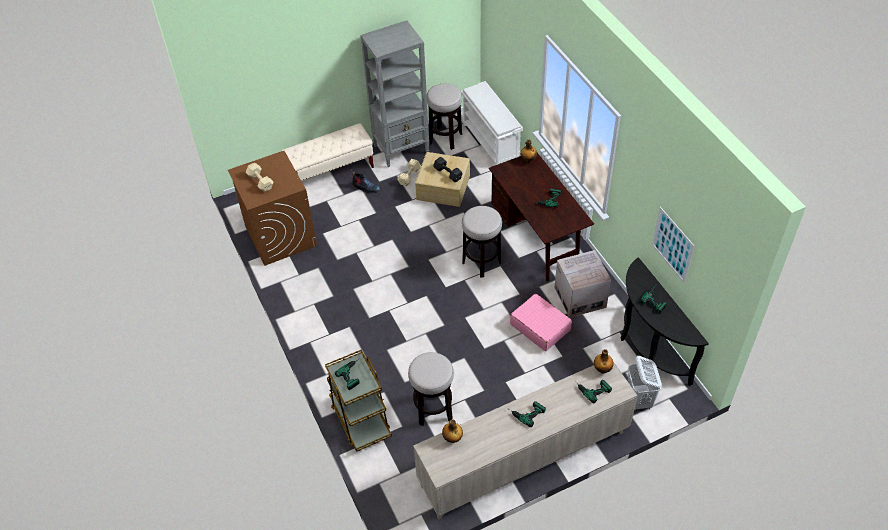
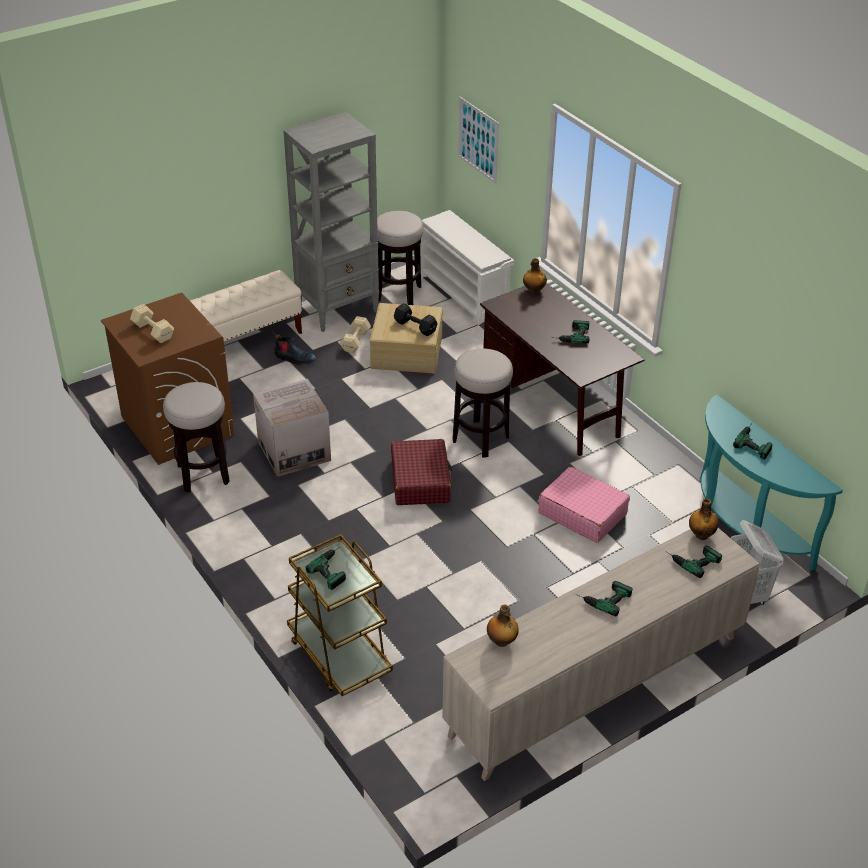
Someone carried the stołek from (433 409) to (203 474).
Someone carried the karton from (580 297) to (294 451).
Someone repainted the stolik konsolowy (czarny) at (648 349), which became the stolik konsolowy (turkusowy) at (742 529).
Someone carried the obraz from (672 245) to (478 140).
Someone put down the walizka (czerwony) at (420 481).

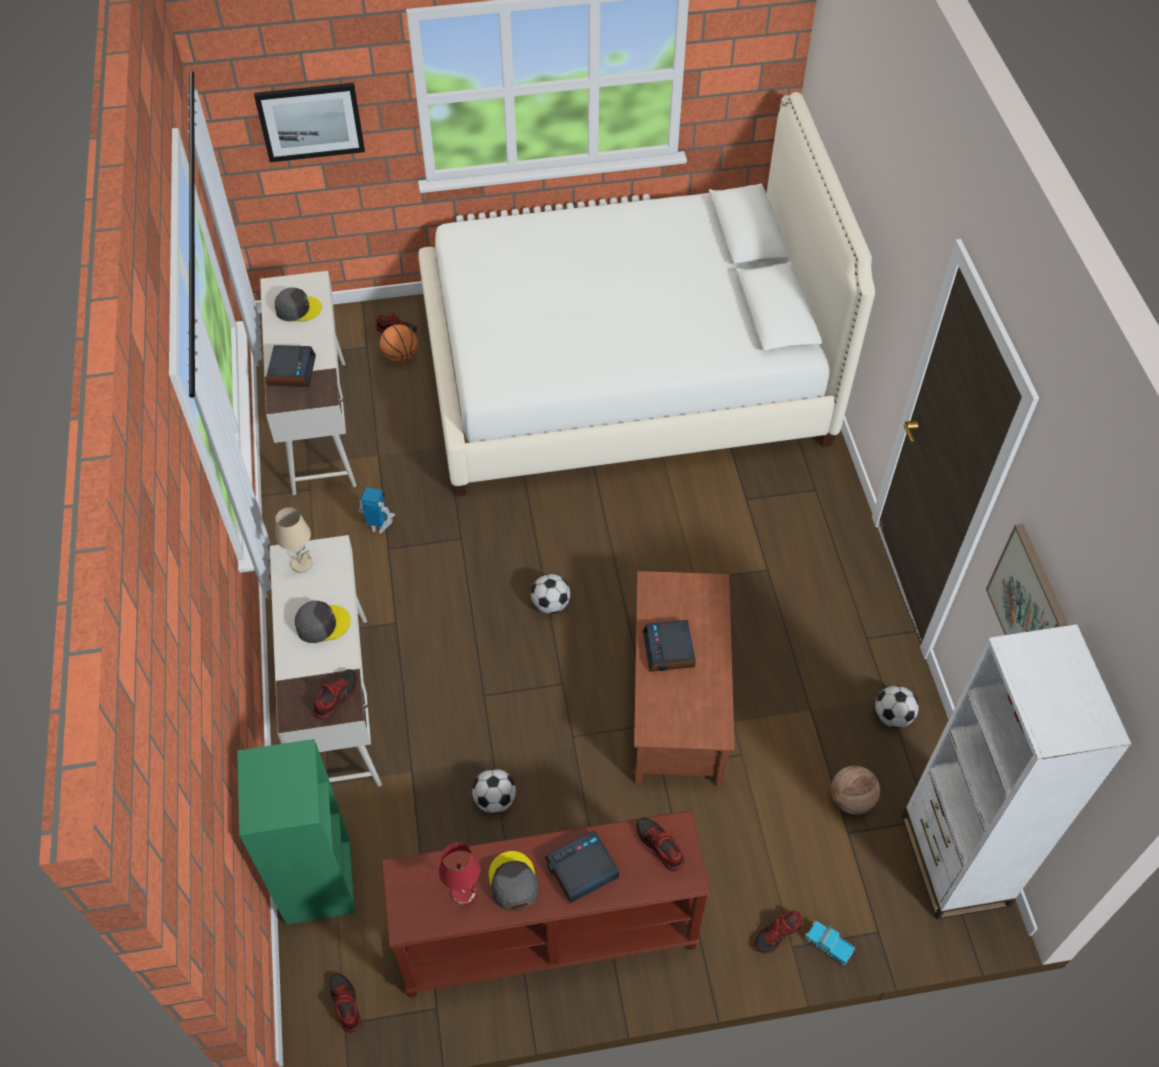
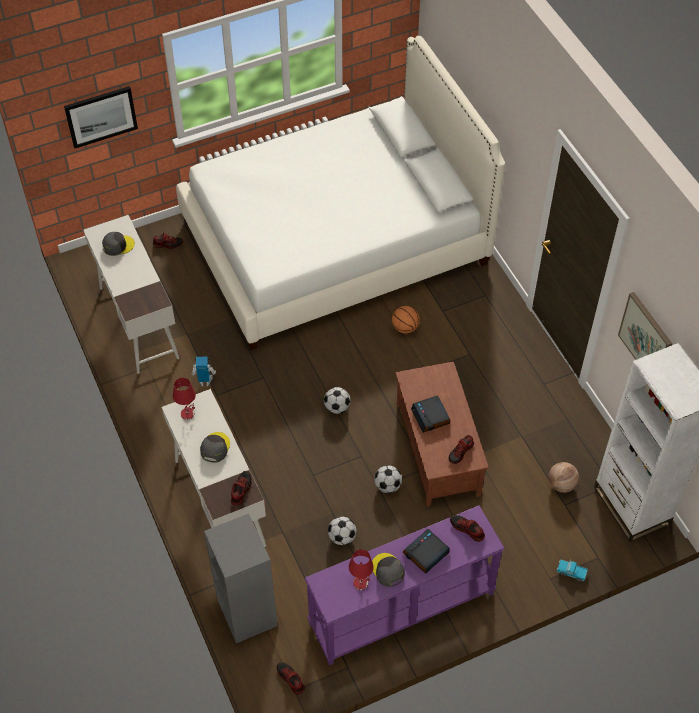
Someone repainted the regał (zielony) at (317 879), which became the regał (szary) at (246 612).
Someone took away the budzik at (291 370).
Someone repainted the lampa stołowa (beżowy) at (302 564), which became the lampa stołowa (czerwony) at (188 413).
Someone rotated the czapka z daszkiem (szary) at (322 624) by 45 degrees counterclockwise.
Someone carried the piłka do koszykówki from (400 356) to (405 328).
Someone repainted the stolik konsolowy (brązowy) at (547 937), which became the stolik konsolowy (fioletowy) at (401 610).
Someone carried the but from (778 934) to (461 452).
Someone carried the piłka futbolowa from (892 716) to (387 486).

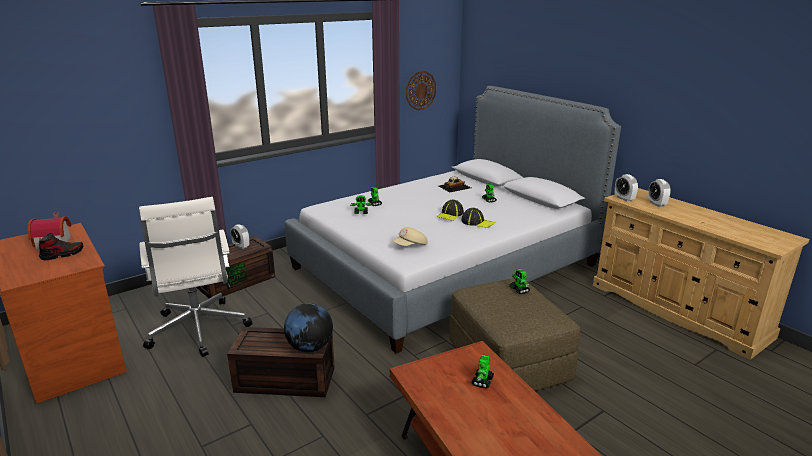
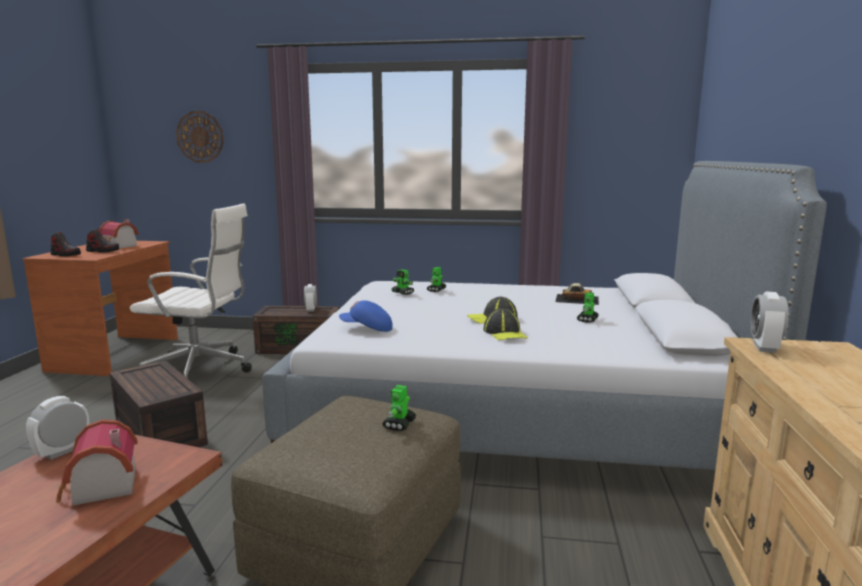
Someone rotated the krzesło biurowe (biały) at (198 331) by 105 degrees counterclockwise.
Someone took away the globus at (310 347).
Someone repainted the czapka z daszkiem (beżowy) at (410 246), which became the czapka z daszkiem (niebieski) at (367 329).
Someone carried the zegar ścienny from (420 90) to (200 137).
Someone swapped the robot zabawkowy at (482 381) for the domek at (100 488).
Someone carried the budzik from (656 204) to (63 451).
Someone put down the but at (65 255).

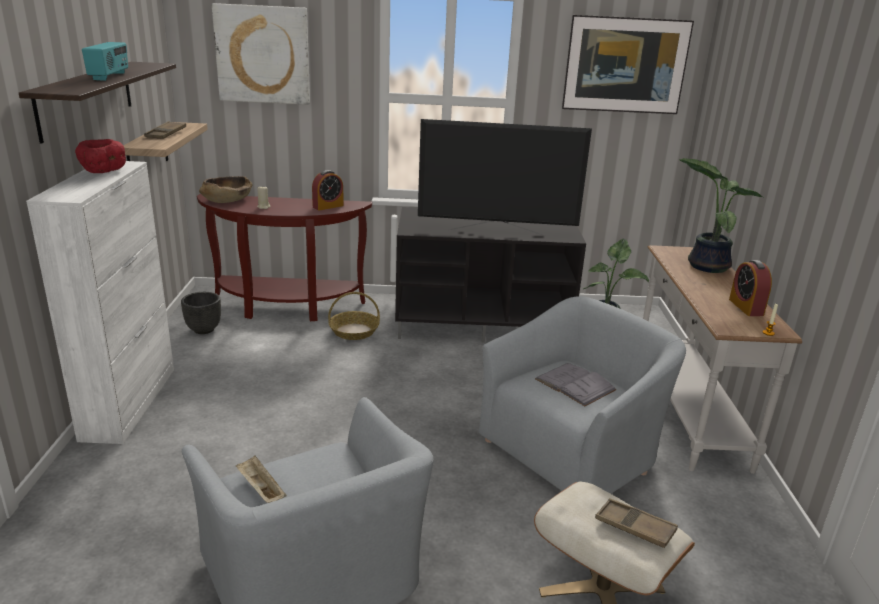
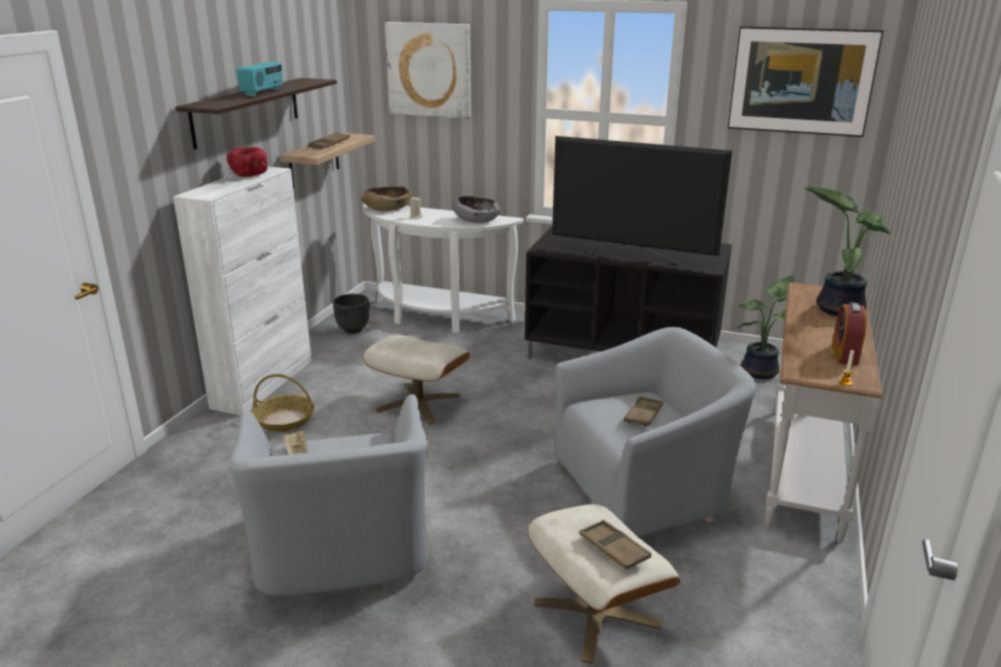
Someone repainted the stolik konsolowy (brązowy) at (286 307), which became the stolik konsolowy (biały) at (436 317).
Someone swapped the budzik at (328 206) for the miska (szary) at (476 220).
Someone carried the koszyk from (354 331) to (285 420).
Someone swapped the książka (szary) at (575 384) for the taca (brązowy) at (643 415).
Someone put down the pufa (beżowy) at (418 403).

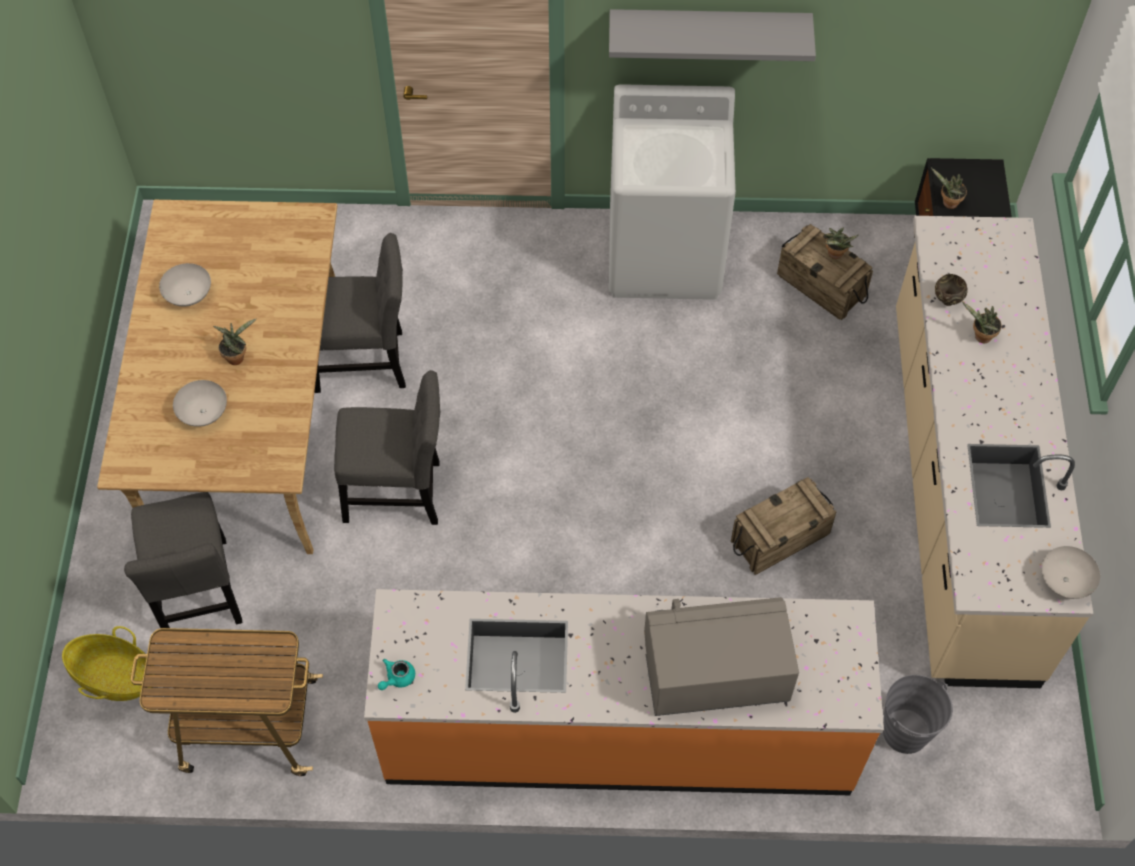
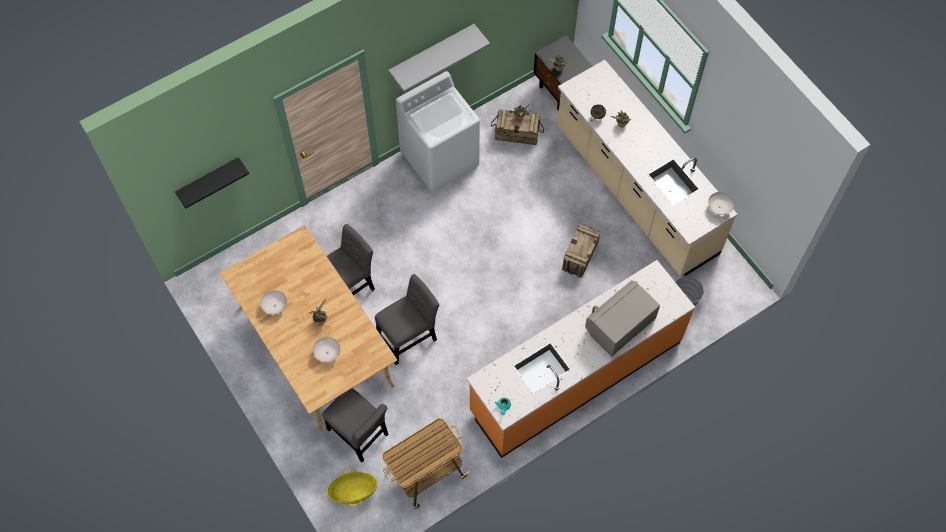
Someone put up the półka (czarny) at (209 180).

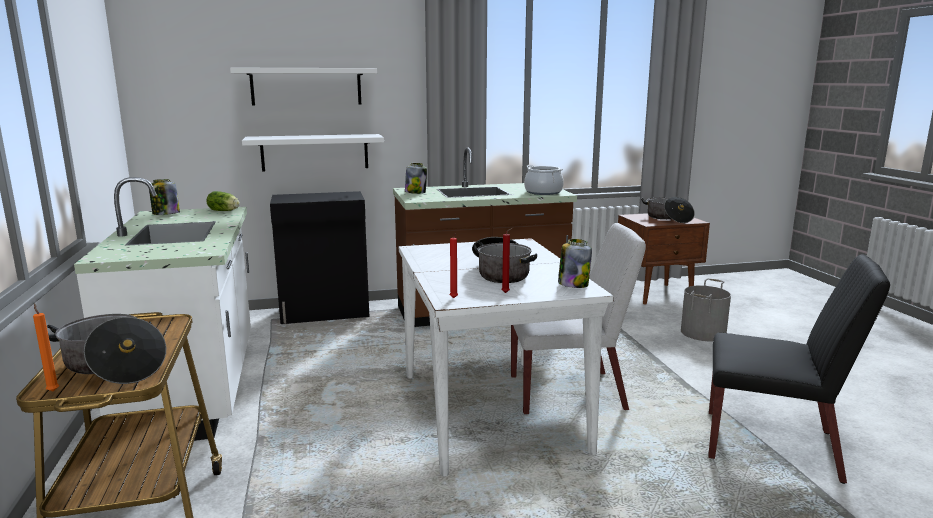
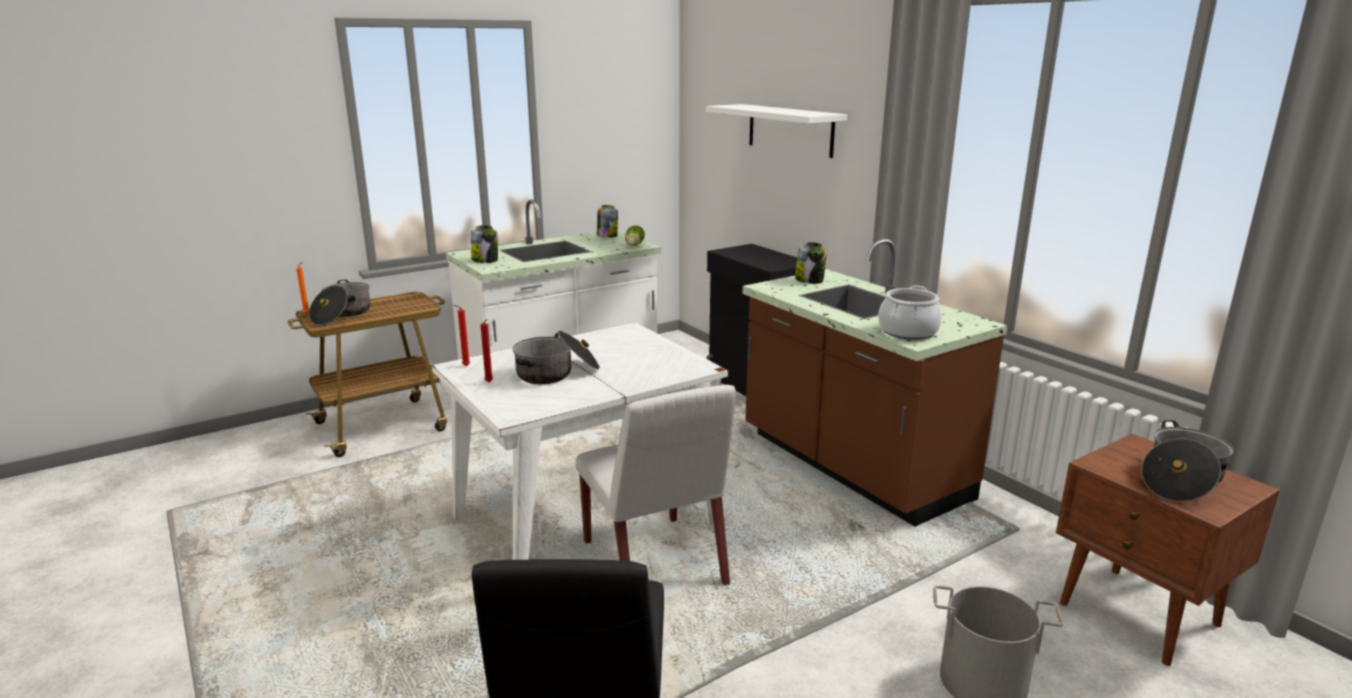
Someone took away the półka (biały) at (315 152).
Someone carried the słoik from (573 284) to (485 260).

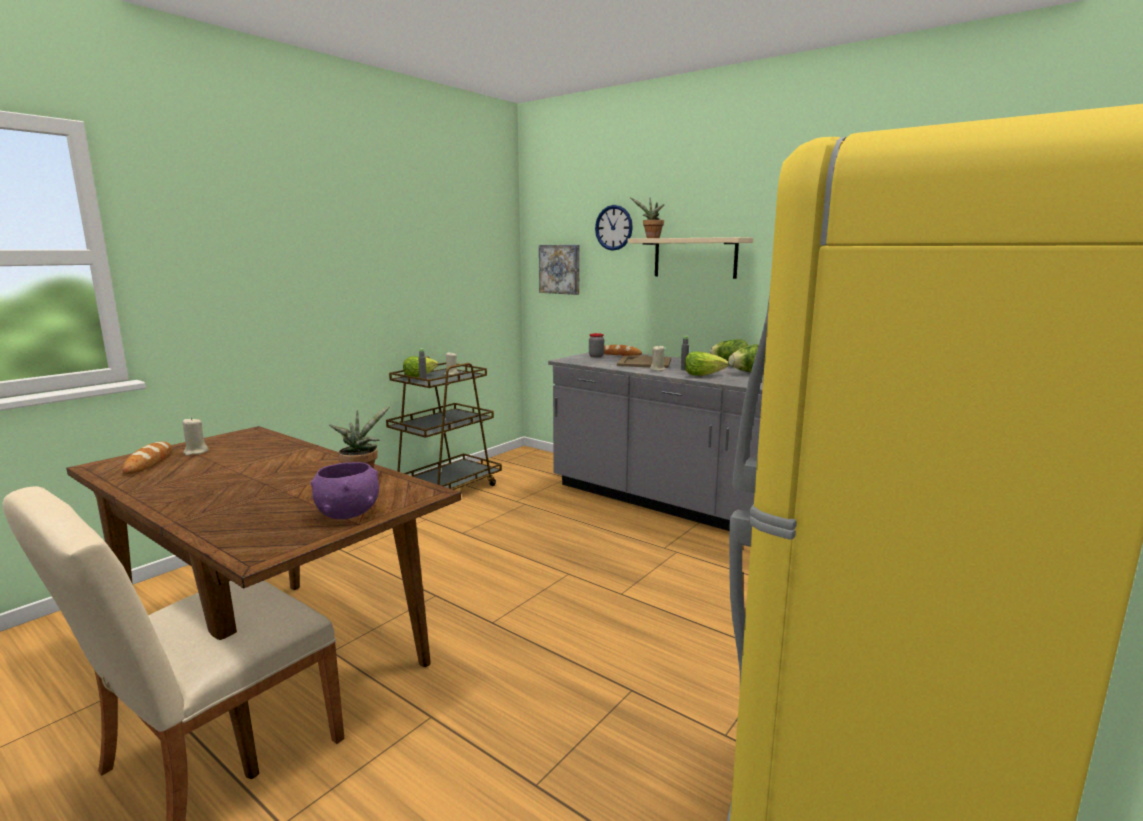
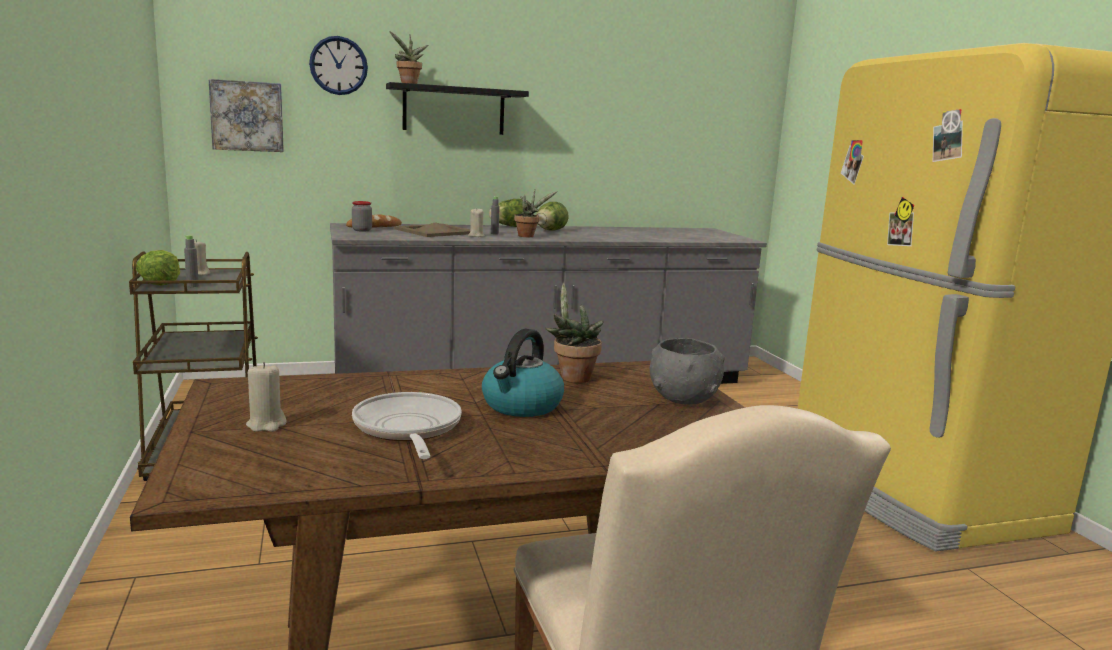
Someone took away the chleb at (149 462).
Someone repainted the miska (fioletowy) at (348 513), which became the miska (szary) at (684 398).
Someone repainted the półka (beżowy) at (695 258), which became the półka (czarny) at (454 110).
Someone swapped the sałata at (703 375) for the roślina doniczkowa at (528 236).
Someone put down the patelnia at (407 430).
Someone put down the czajnik at (521 406).

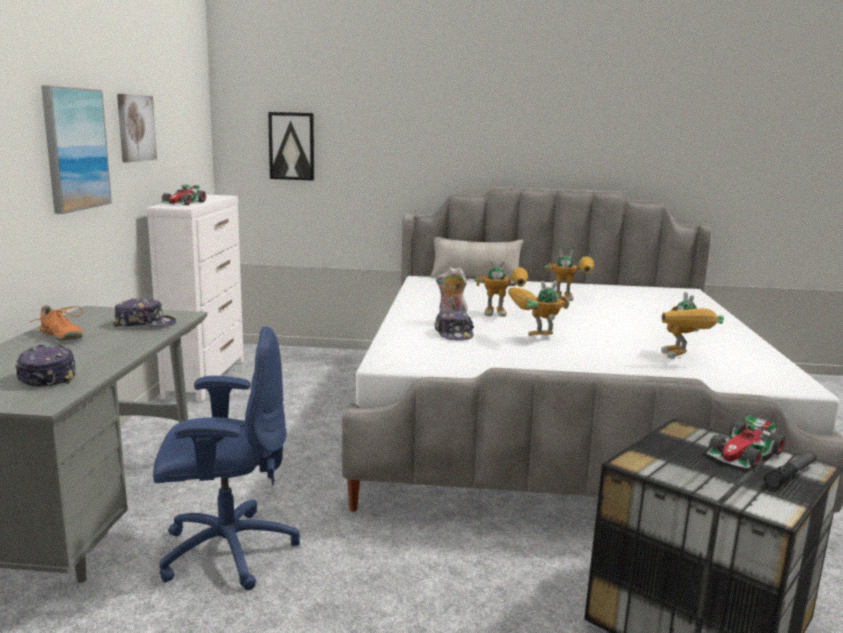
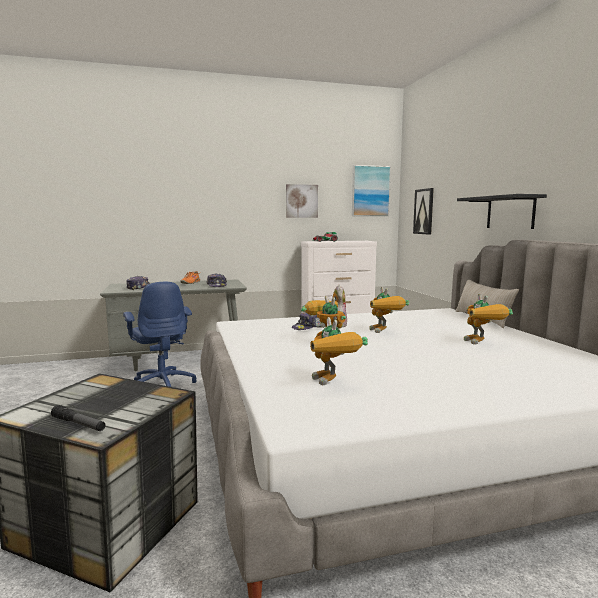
Someone carried the obraz from (75 149) to (370 191).
Someone rotated the robot zabawkowy at (682 358) by 90 degrees counterclockwise.
Someone took away the samochodzik at (744 453).
Someone put up the półka (czarny) at (510 212).

